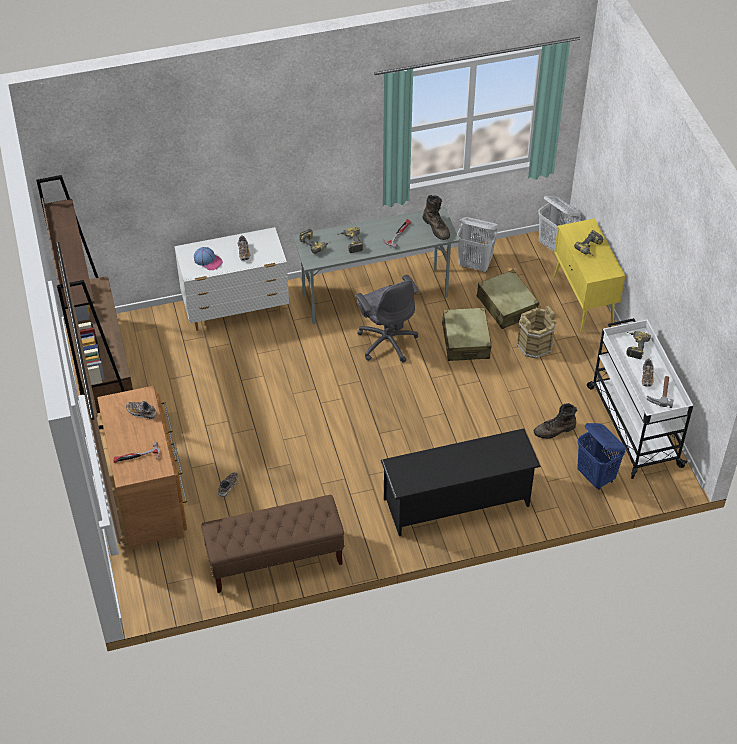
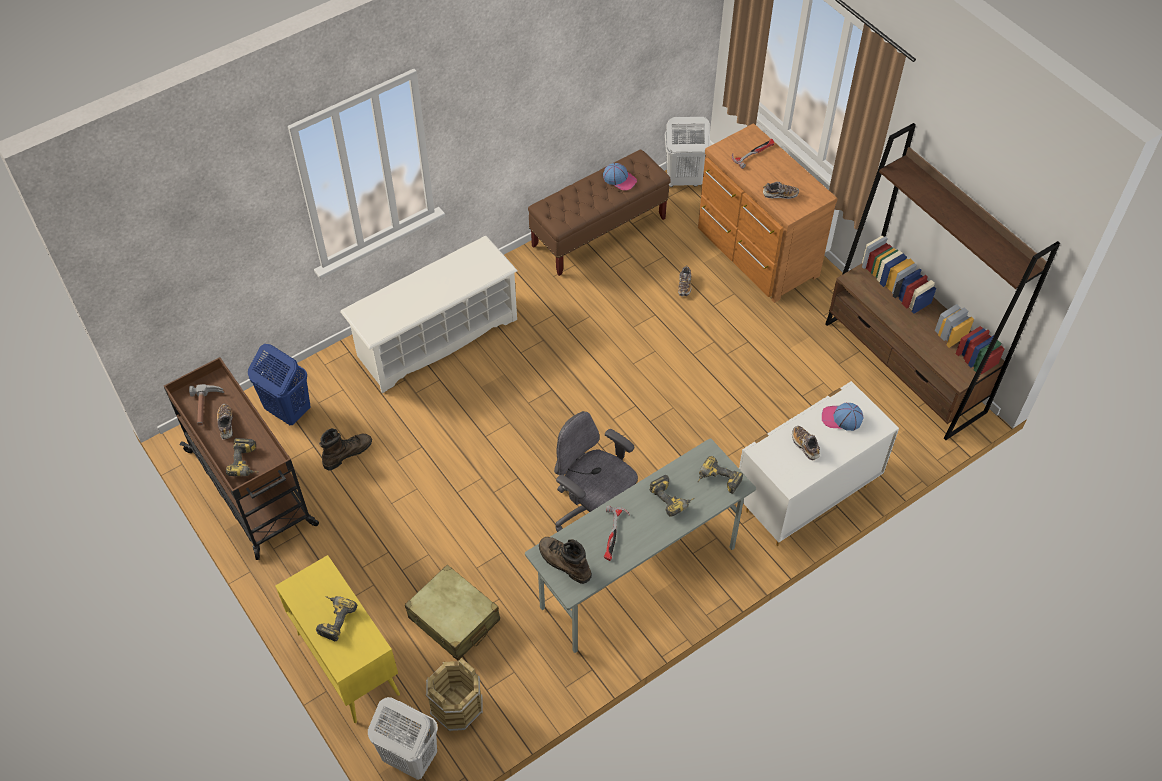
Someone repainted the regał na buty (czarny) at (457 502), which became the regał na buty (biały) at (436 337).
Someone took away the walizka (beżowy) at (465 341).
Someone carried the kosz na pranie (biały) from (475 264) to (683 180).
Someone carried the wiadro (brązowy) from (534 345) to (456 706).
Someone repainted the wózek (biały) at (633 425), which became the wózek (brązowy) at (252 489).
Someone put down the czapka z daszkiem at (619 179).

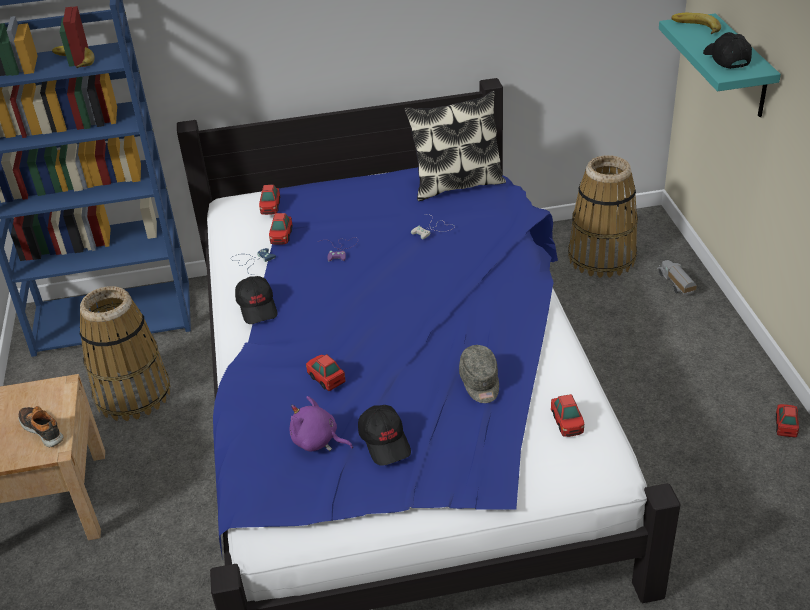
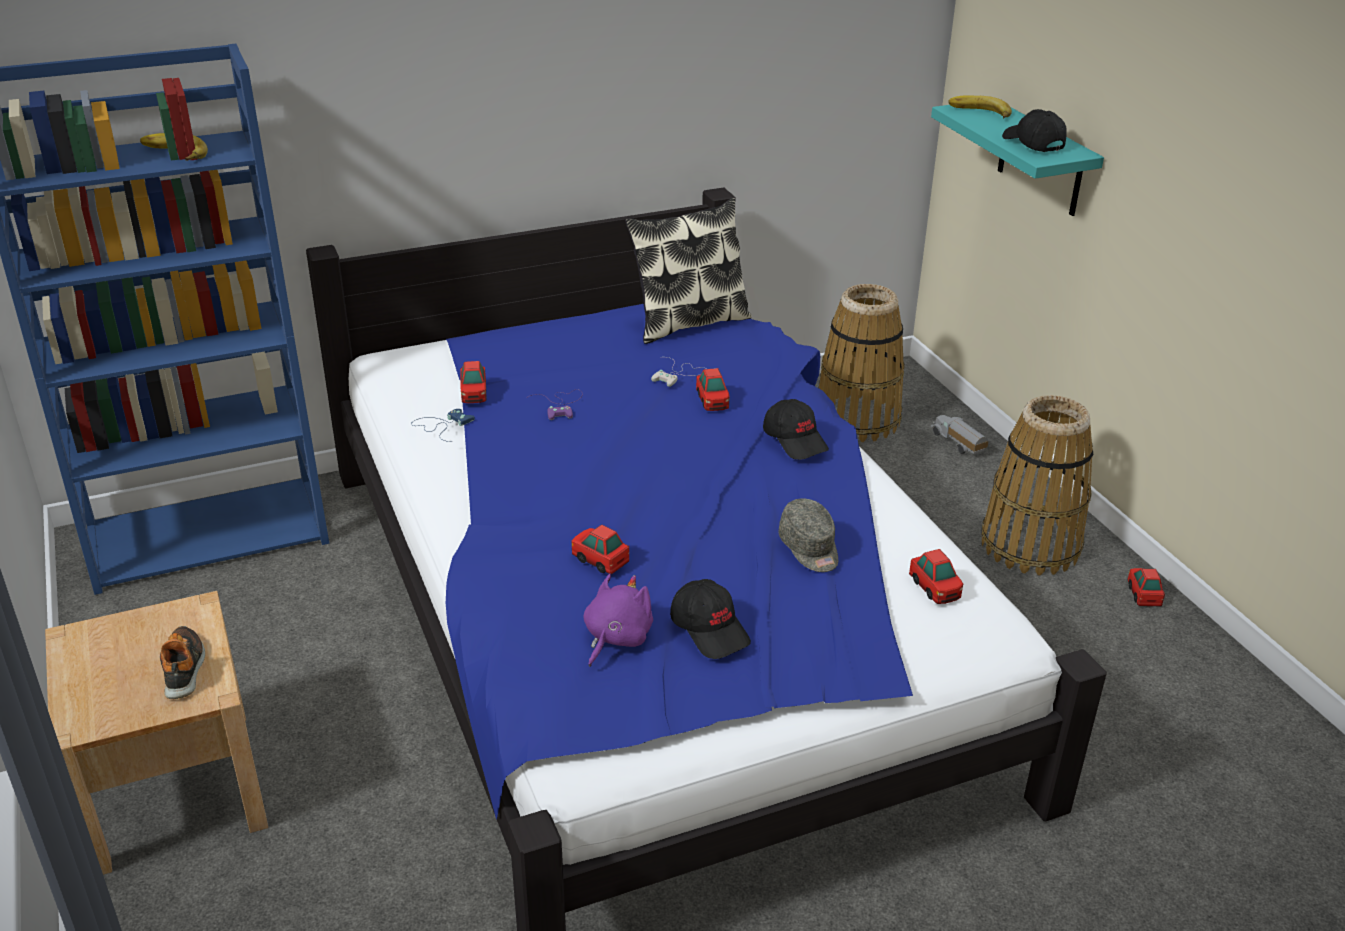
Someone rotated the but at (43 430) by 45 degrees clockwise.
Someone carried the koszyk from (133 394) to (1031 545).
Someone carried the czapka z daszkiem (czarny) from (258 307) to (795 440).
Someone carried the samochodzik from (270 207) to (712 401).
Someone rotated the pluszak (fioletowy) at (317 441) by 105 degrees clockwise.

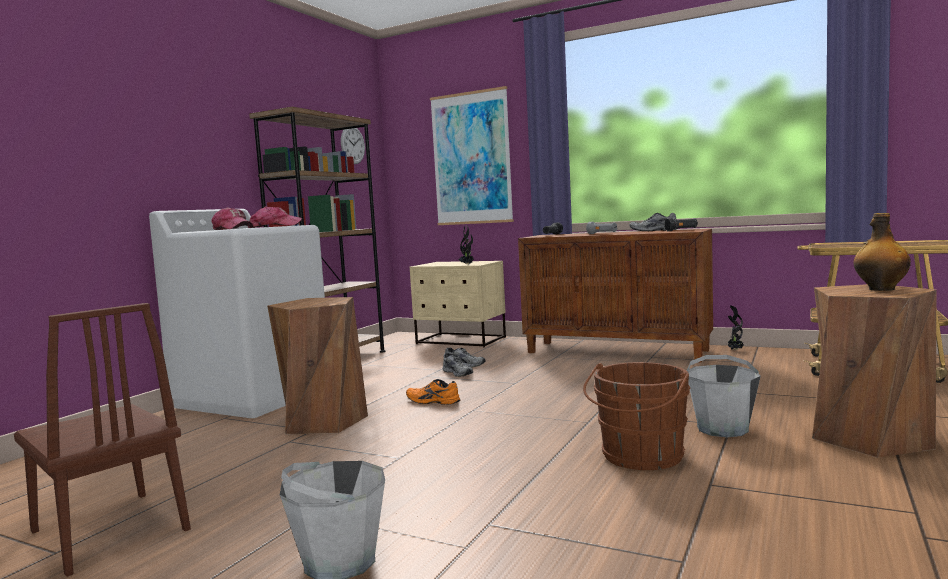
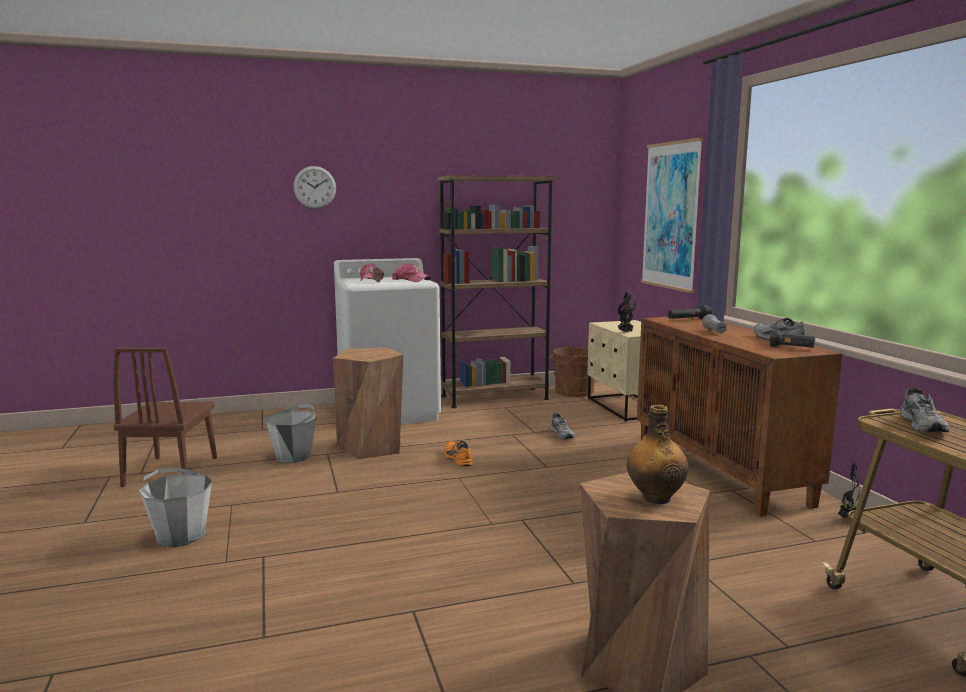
Someone carried the zegar ścienny from (352 145) to (314 187).
Someone carried the but (szary) from (459 373) to (924 425).
Someone carried the wiadro (brązowy) from (640 457) to (571 392).
Someone carried the wiadro (szary) from (722 428) to (294 456).

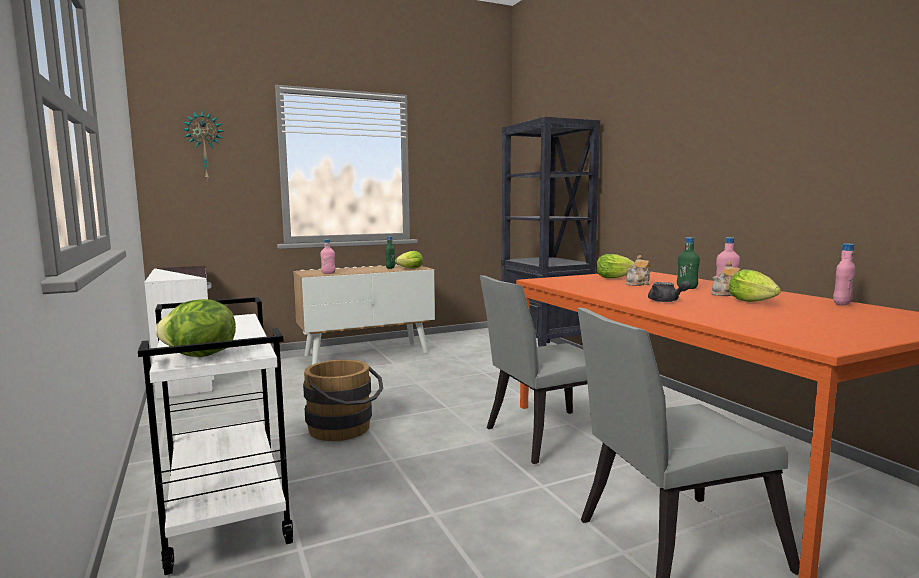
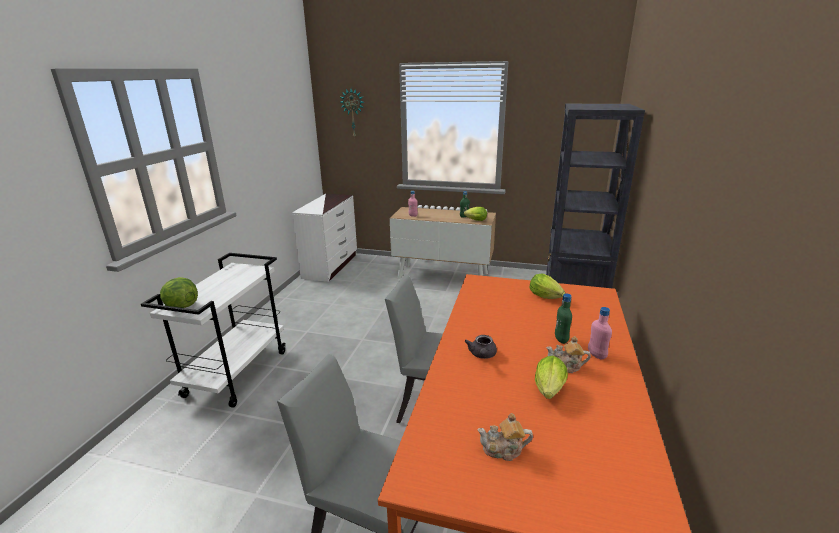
Someone took away the wiadro (brązowy) at (344 429).
Someone carried the imbryk from (638 284) to (503 450).
Someone took away the butelka (różowy) at (842 304).

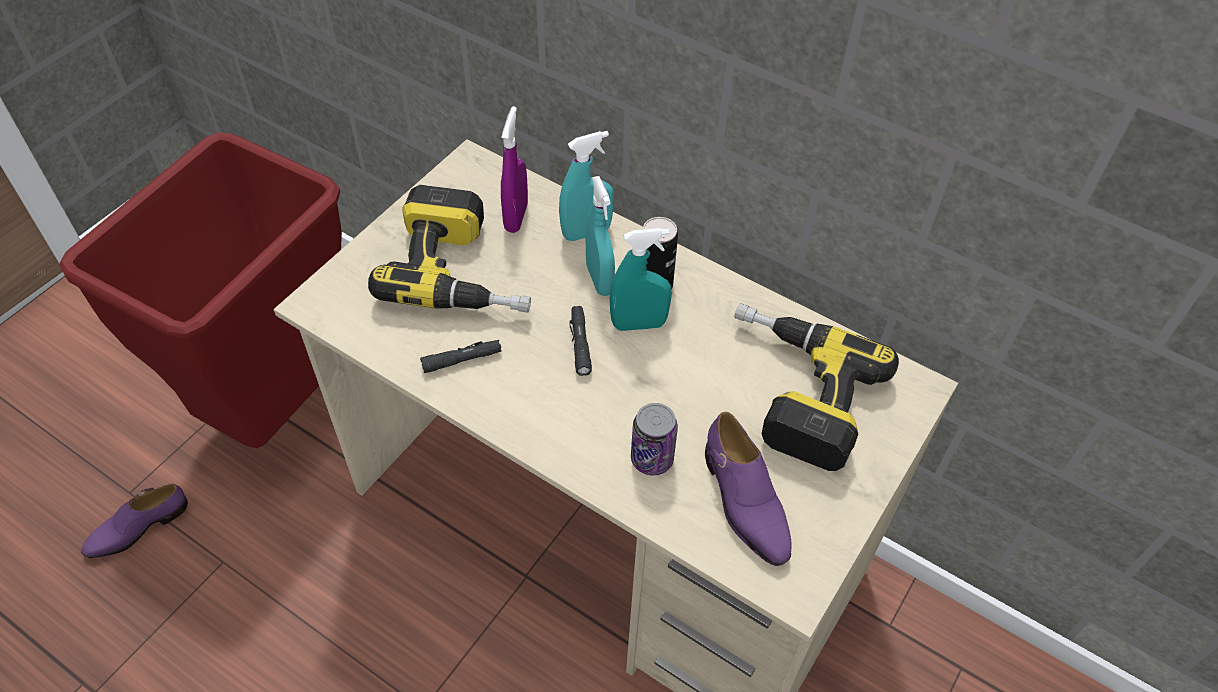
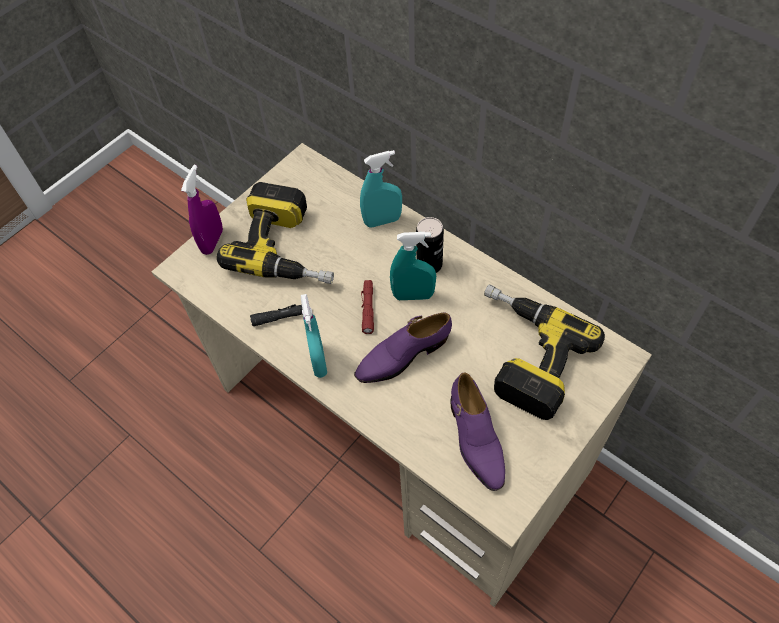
Someone took away the kosz na śmieci (czerwony) at (279 405).
Someone carried the but (fioletowy) from (138 528) to (402 355).
Someone carried the spryskiwacz (fioletowy) from (516 217) to (212 241).
Someone repainted the latarka (czarny) at (579 344), which became the latarka (czerwony) at (368 309).
Someone carried the spryskiwacz (turkusowy) from (599 279) to (318 361).
Someone took away the puszka at (652 459).

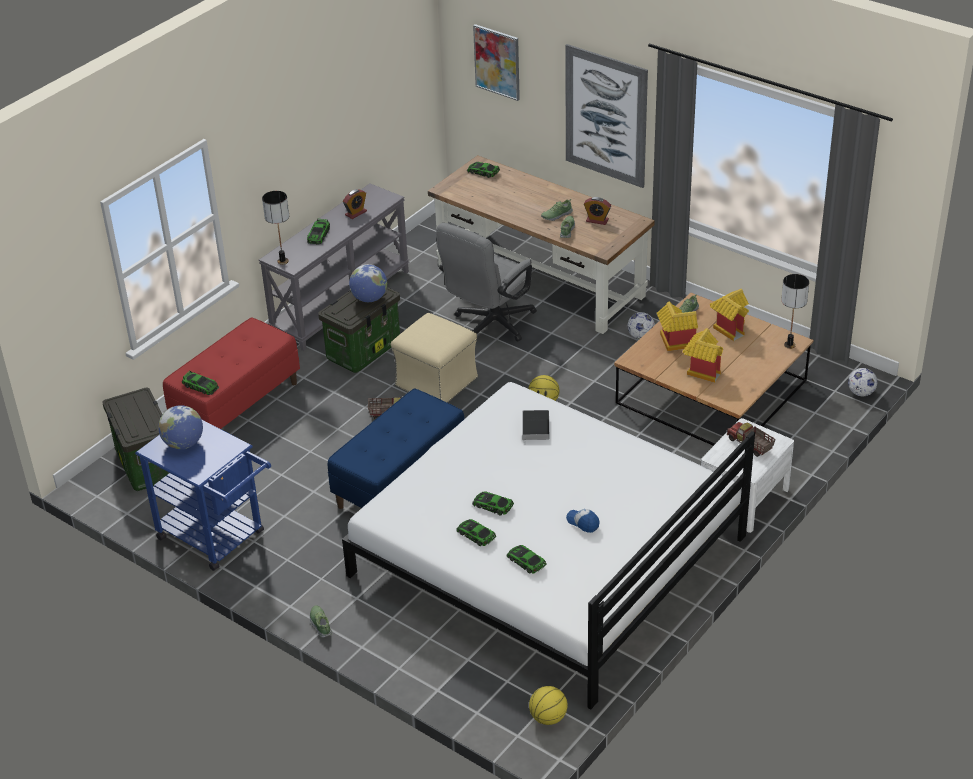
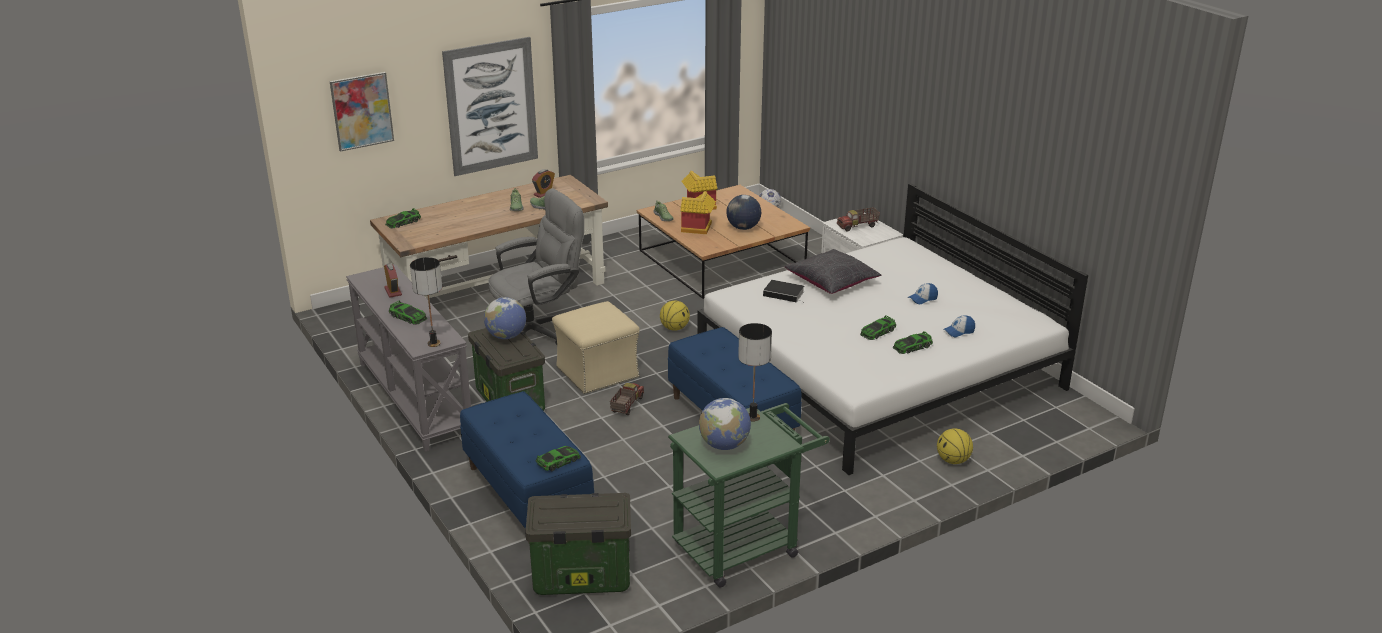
Someone repainted the wózek (niebieski) at (217 538), which became the wózek (zielony) at (744 545).
Someone repainted the ławka (czerwony) at (237 404), which became the ławka (niebieski) at (527 494).
Someone took away the but at (321 624).
Someone rotated the krzesło biurowe (szary) at (489 326) by 90 degrees counterclockwise.
Someone swapped the samochodzik at (526 561) for the czapka z daszkiem at (959 331).
Someone carried the piłka do koszykówki from (548 718) to (953 461).
Someone took away the piłka futbolowa at (640 336).
Someone swapped the domek at (701 370) for the globus at (743 228).
Someone carried the lampa stołowa from (789 345) to (752 417).
Someone put down the poduszka (czarny) at (832 282).

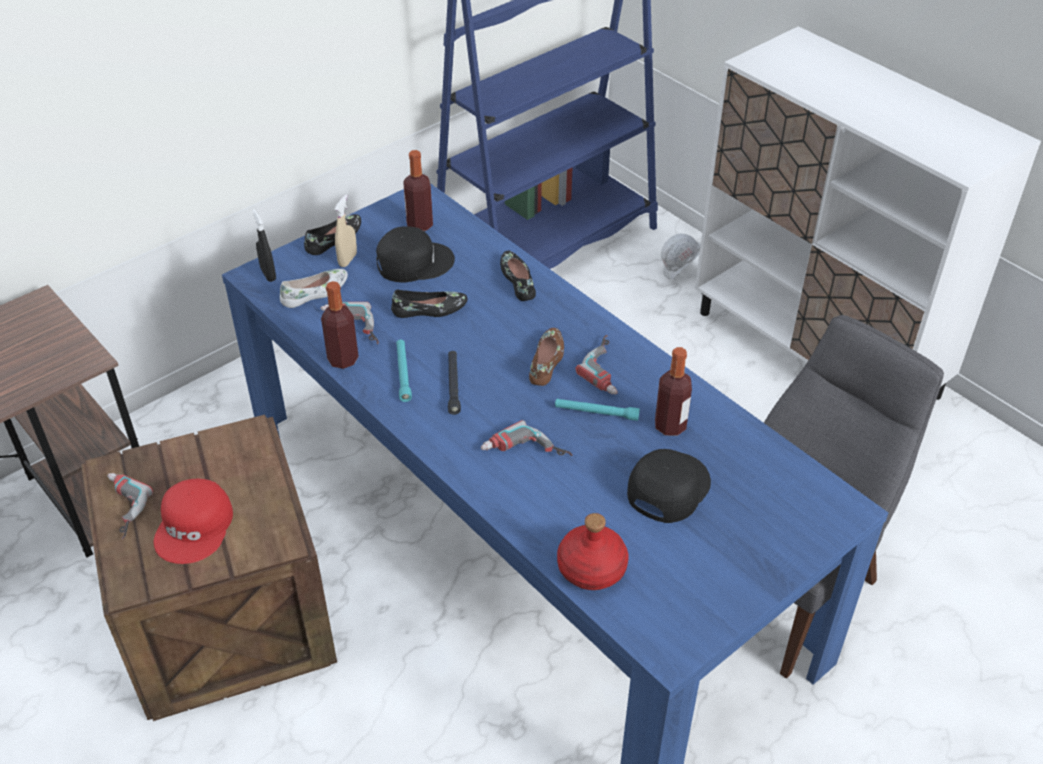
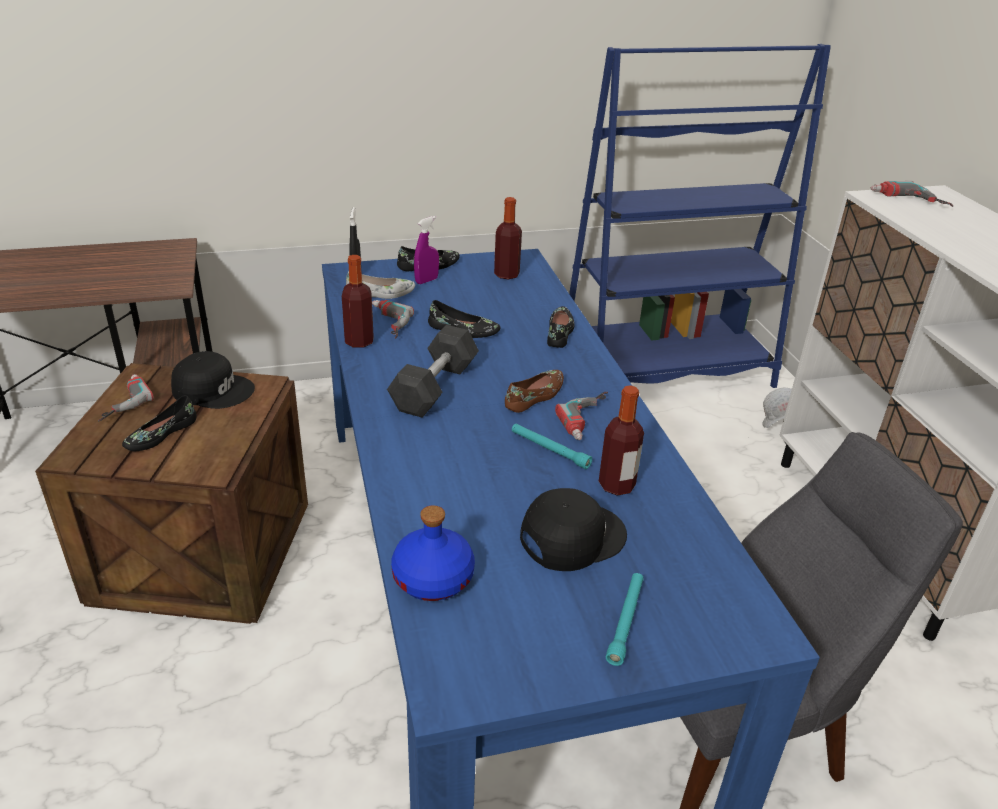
Someone swapped the czapka z daszkiem (czerwony) at (195 527) for the but (czarny) at (160 434).
Someone repainted the spryskiwacz (beżowy) at (347 260), which became the spryskiwacz (fioletowy) at (426 281).
Someone carried the czapka z daszkiem (czarny) from (414 261) to (213 389).
Someone carried the latarka (turkusowy) from (403 373) to (625 621).
Someone swapped the latarka (czarny) at (453 385) for the hantel (szary) at (434 387).
Someone carried the wiertarka from (525 454) to (908 201).
Someone repainted the butelka (czerwony) at (592 568), which became the butelka (niebieski) at (434 578).

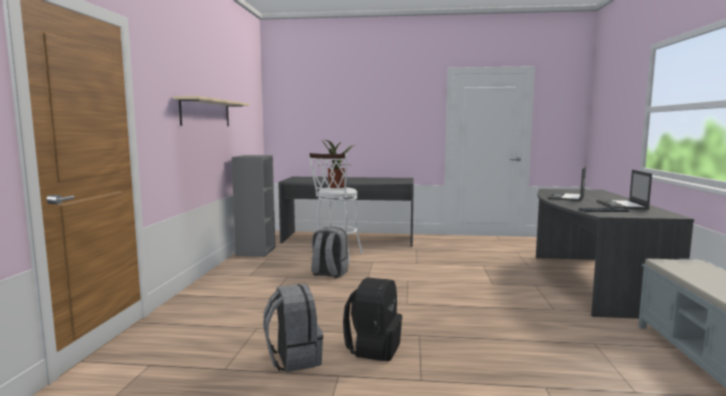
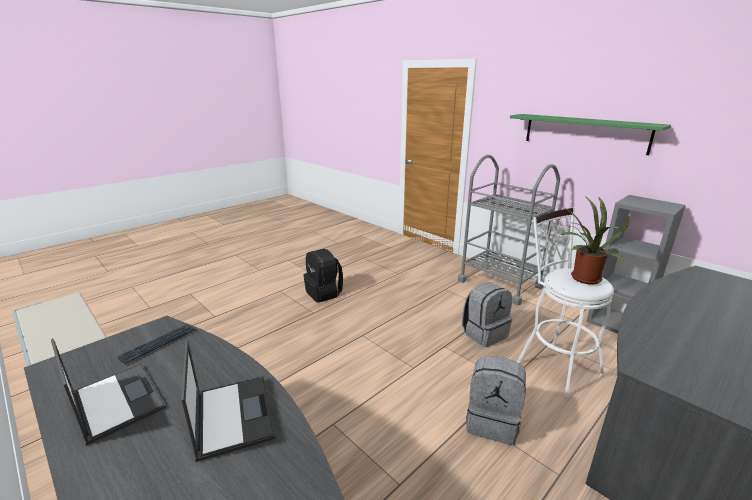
Someone repainted the półka (beżowy) at (206 113), which became the półka (zielony) at (584 133).
Someone carried the plecak (szary) from (293 358) to (492 422).
Someone put down the wózek (szary) at (500 284).

